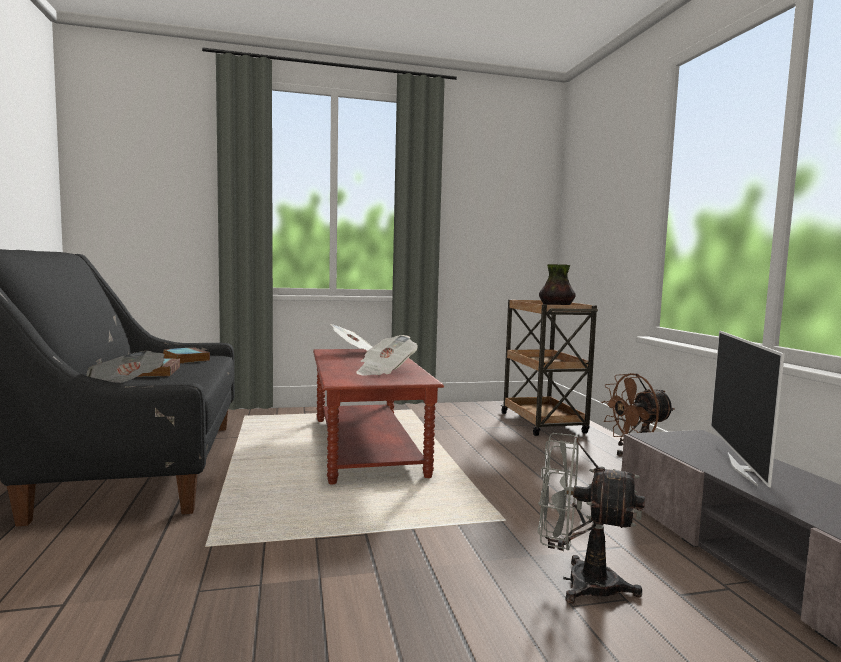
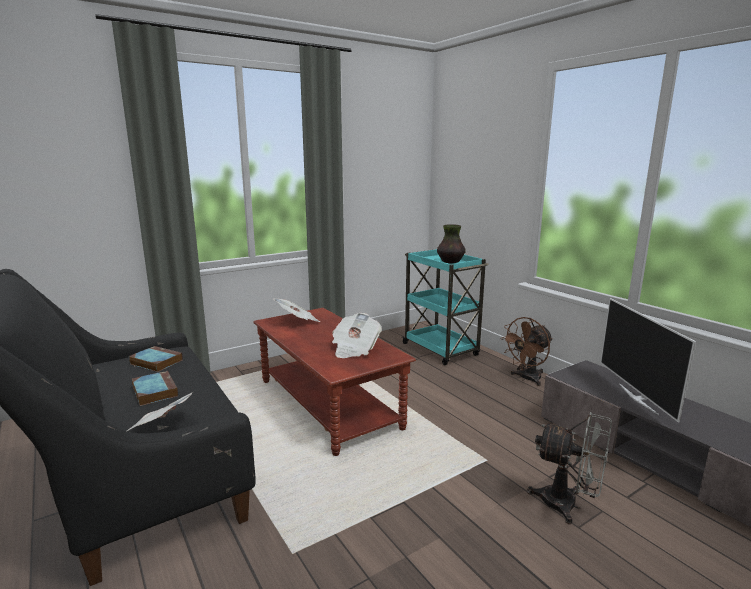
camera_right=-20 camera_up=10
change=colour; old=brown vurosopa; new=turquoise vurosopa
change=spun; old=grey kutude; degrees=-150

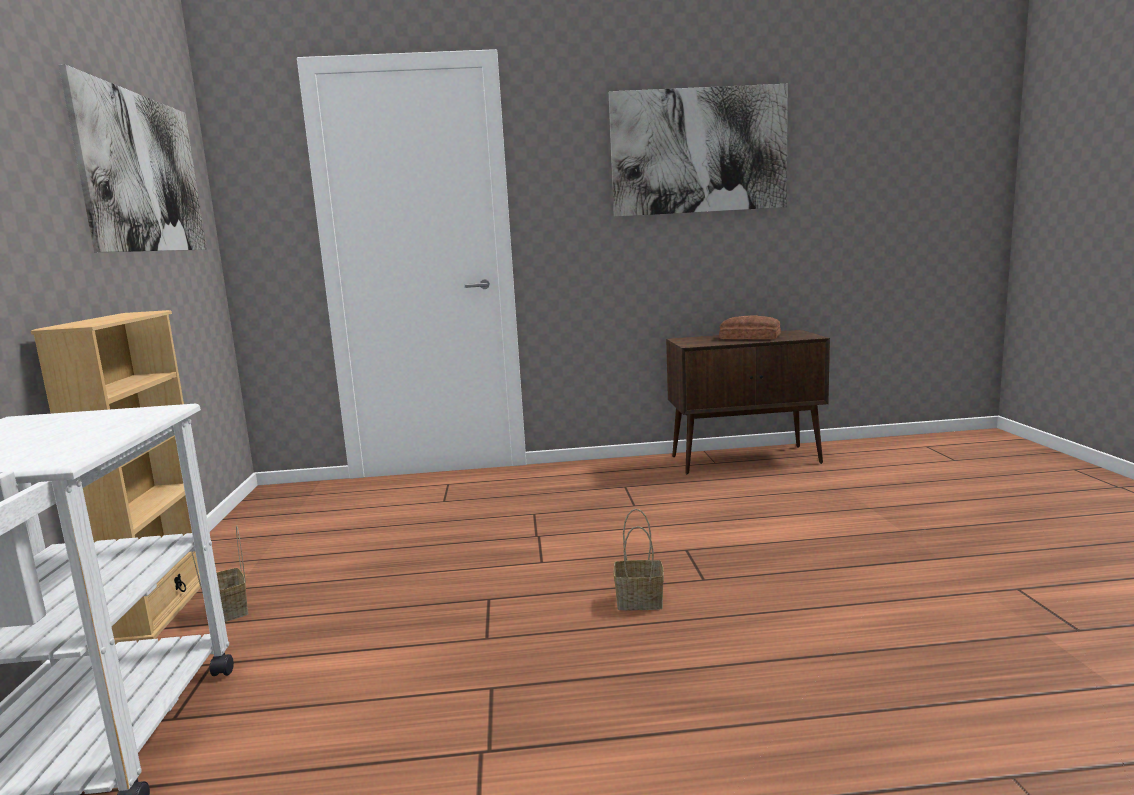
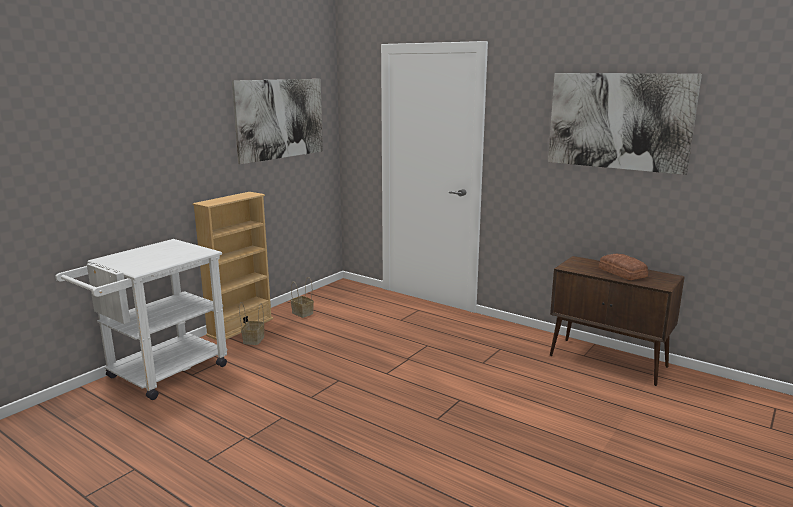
camera_right=40 camera_up=5
change=relocated; old=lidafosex (no. 2 from left)

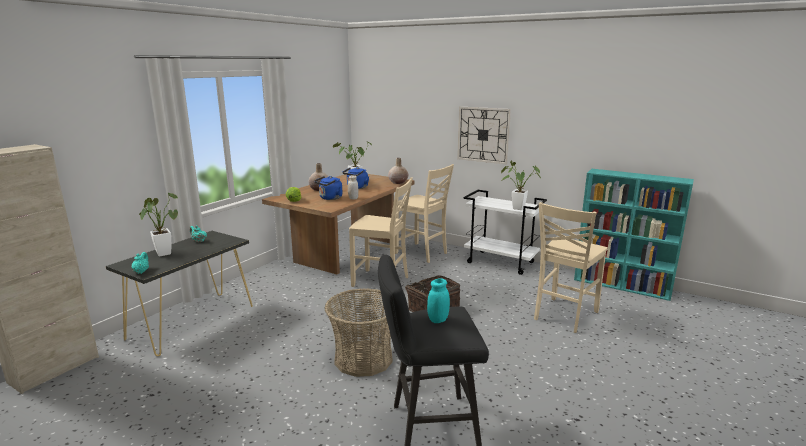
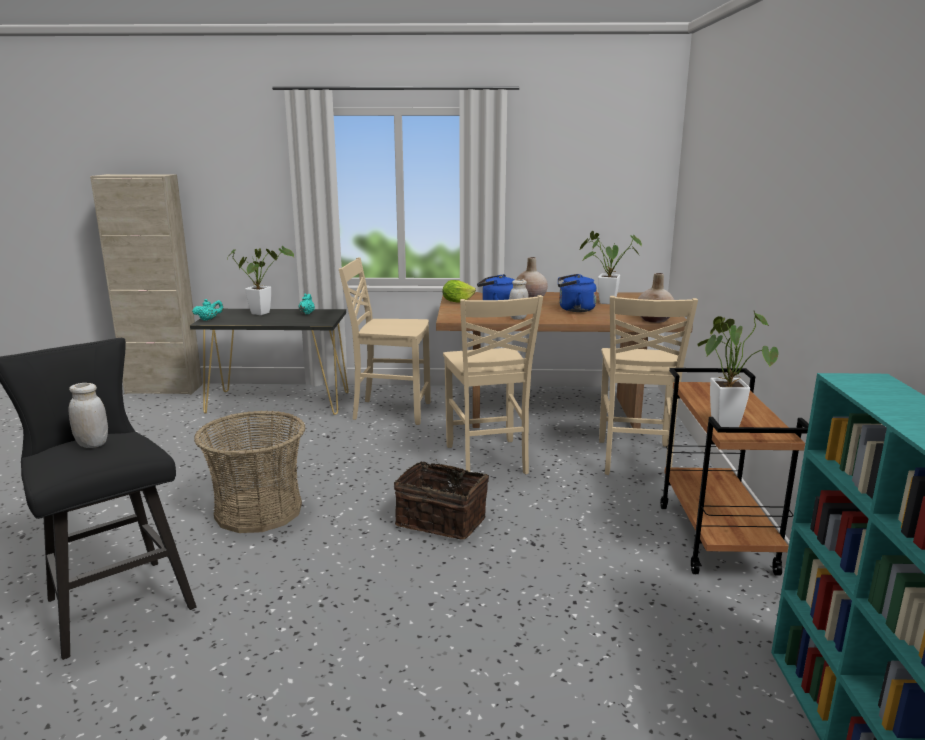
camera_right=60 camera_up=0
change=colour; old=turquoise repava; new=white repava (no. 1 from left)
change=relocated; old=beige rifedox (no. 3 from left in the first image); new=beige rifedox (no. 1 from left)
change=colour; old=white vurosopa; new=brown vurosopa
change=missing; old=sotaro

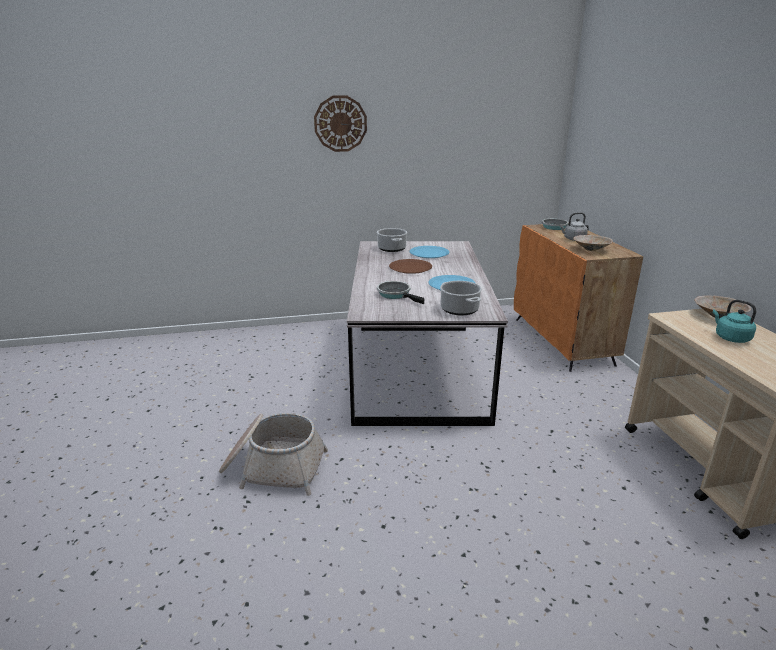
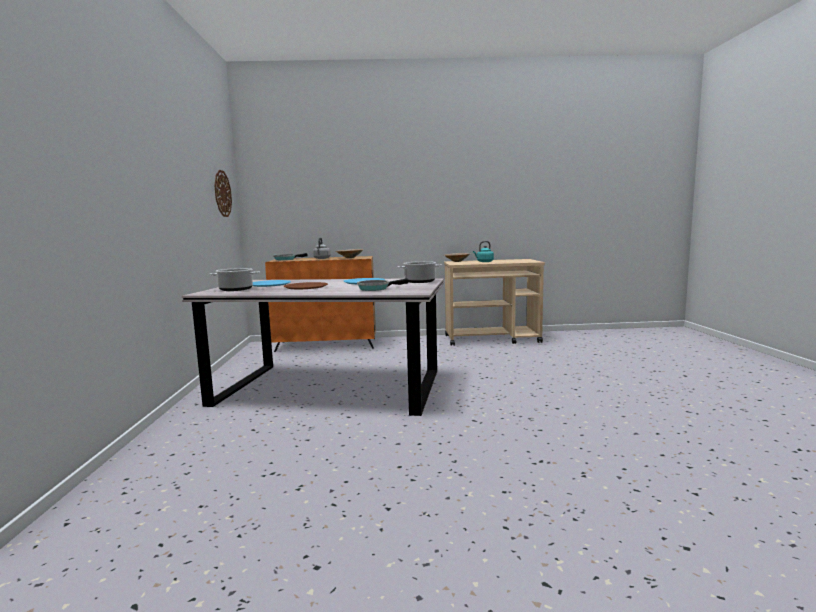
camera_right=-80 camera_up=-15
change=relocated; old=sotaro
change=missing; old=lidafosex

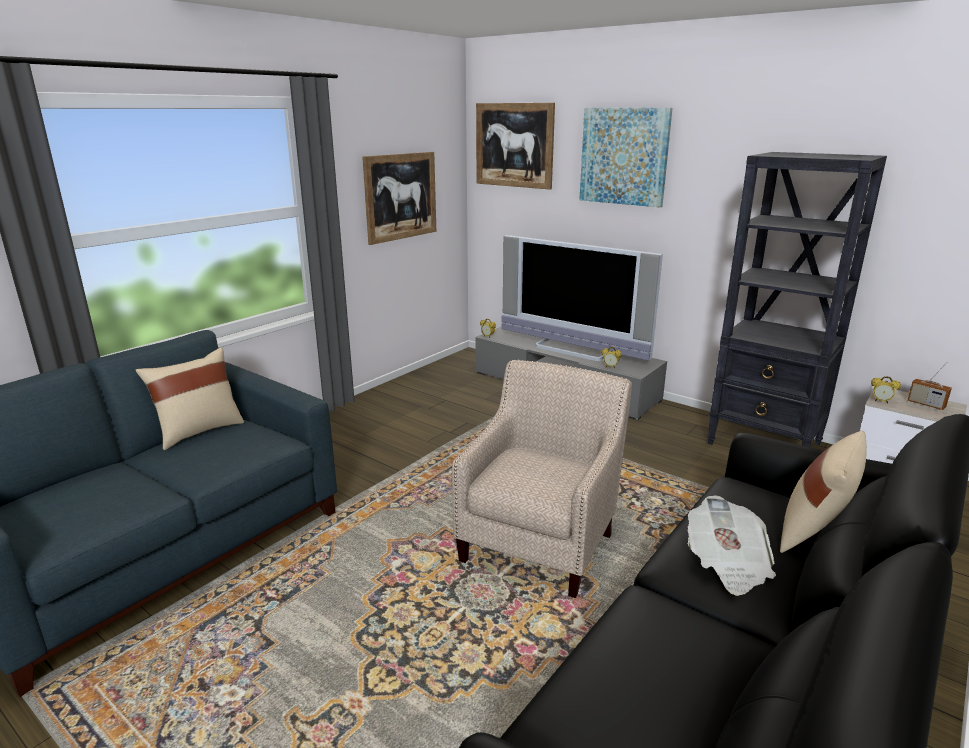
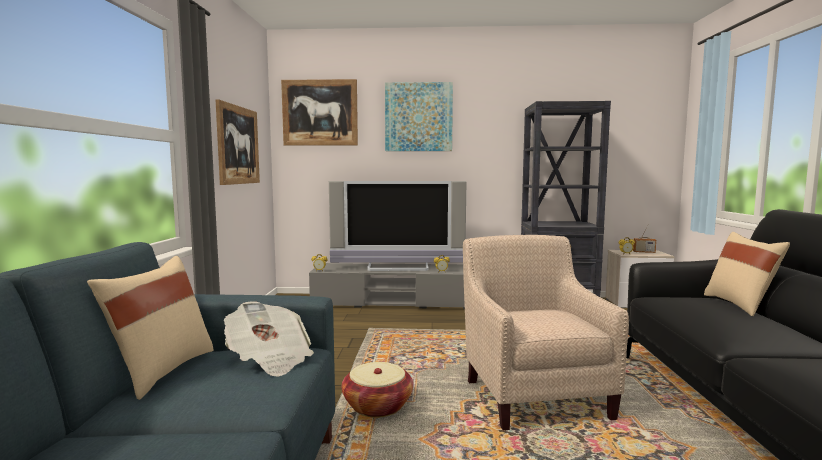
camera_right=-35 camera_up=-15
change=relocated; old=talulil
change=appeared; new=lidafosex

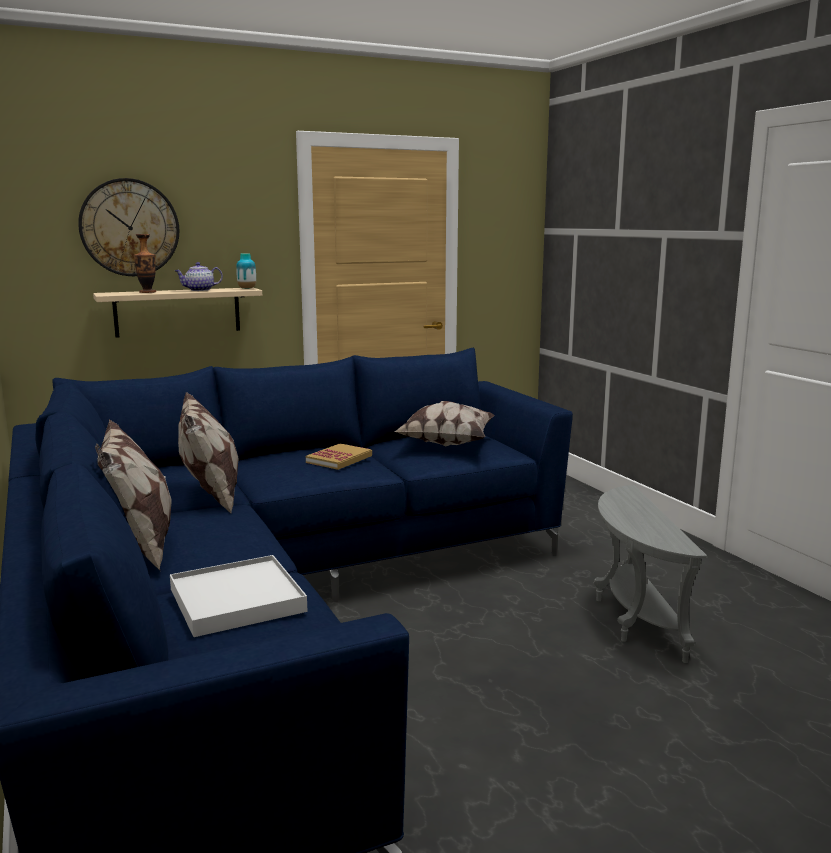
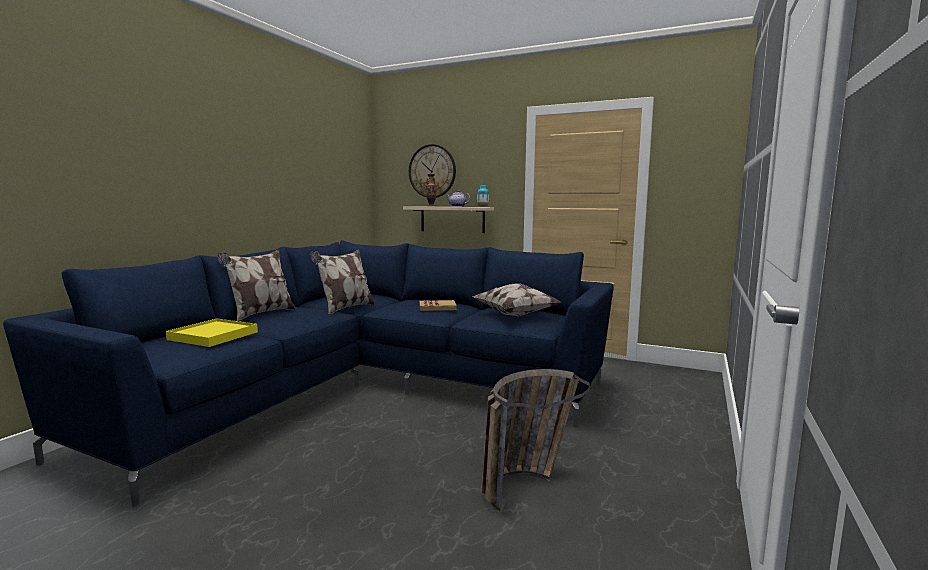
camera_right=50 camera_up=-5
change=colour; old=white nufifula; new=yellow nufifula
change=exchanged; old=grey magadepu; new=lidafosex

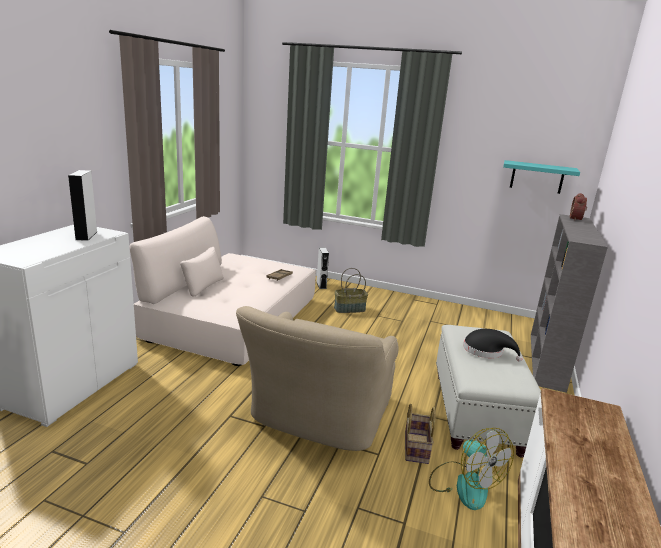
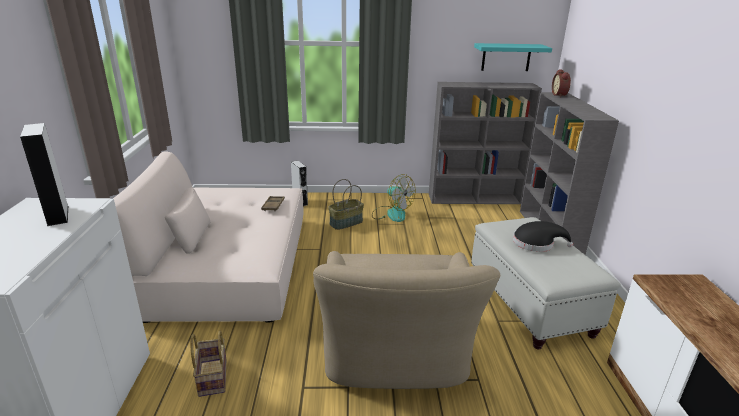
camera_right=-20 camera_up=5
change=relocated; old=lidafosex (no. 2 from left in the first image); new=lidafosex (no. 1 from left)
change=relocated; old=kutude
change=appeared; new=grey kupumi (no. 1 from left)

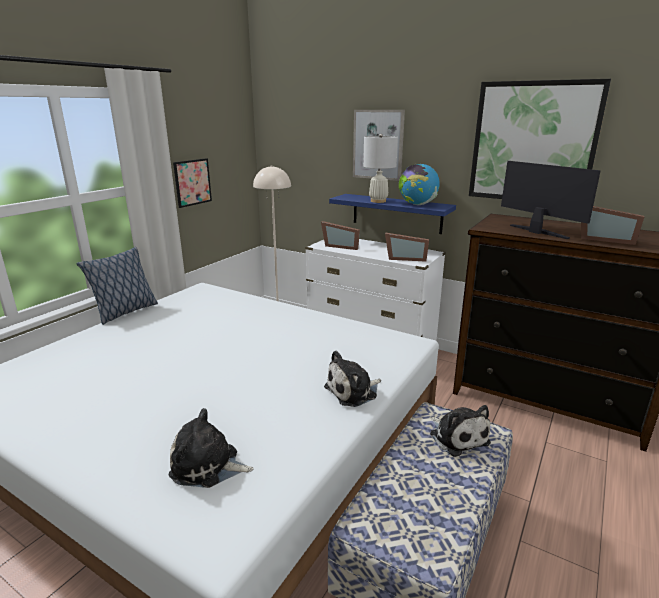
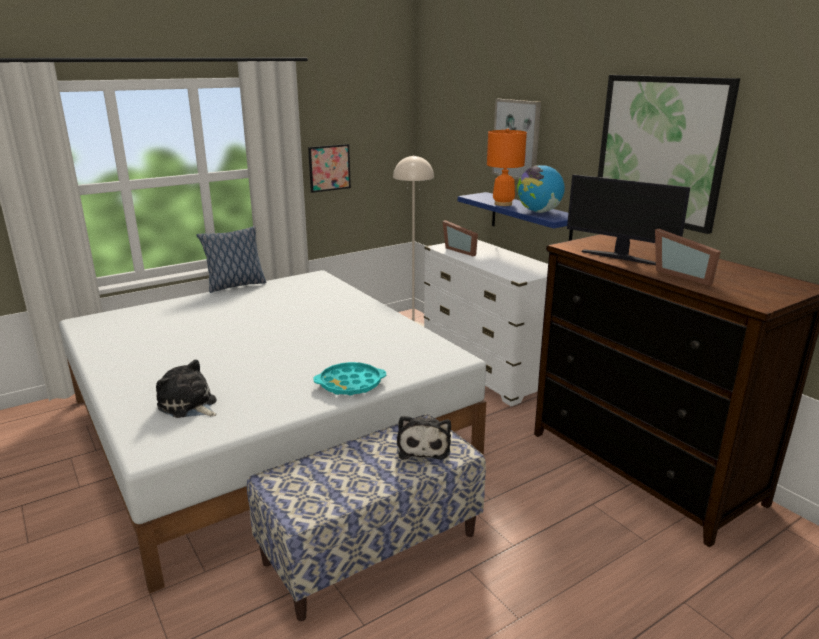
camera_right=25 camera_up=0
change=exchanged; old=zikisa (no. 2 from left); new=turquoise nufifula
change=colour; old=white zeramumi; new=orange zeramumi
change=spun; old=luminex; degrees=135
change=missing; old=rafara (no. 2 from left)

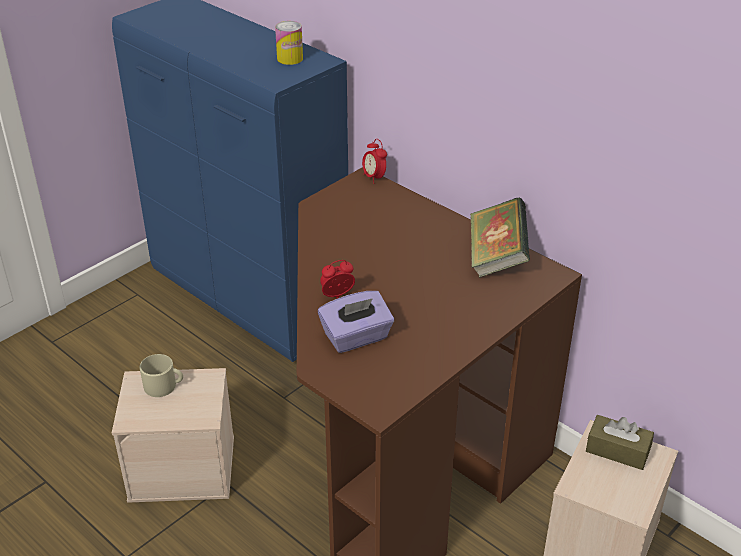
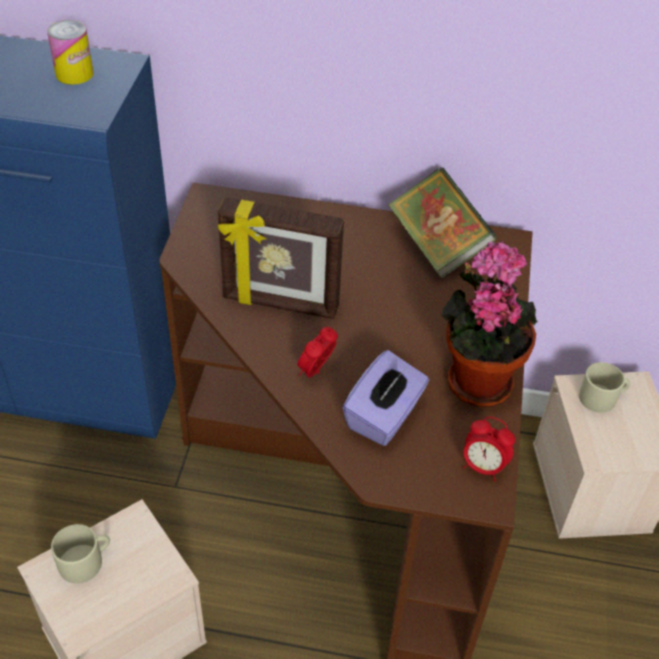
camera_right=-35 camera_up=10
change=appeared; new=rafara
change=appeared; new=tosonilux
change=relocated; old=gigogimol (no. 2 from left)
change=exchanged; old=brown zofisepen; new=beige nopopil (no. 2 from left)

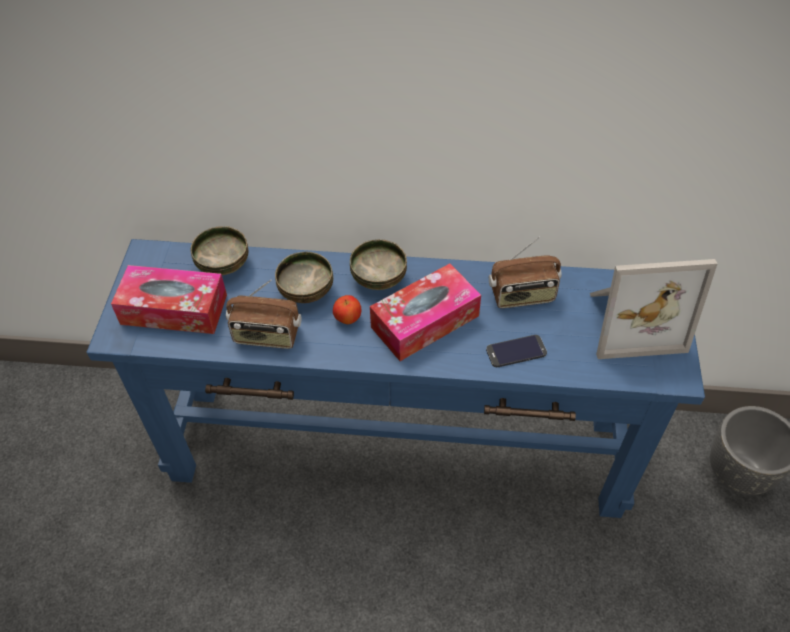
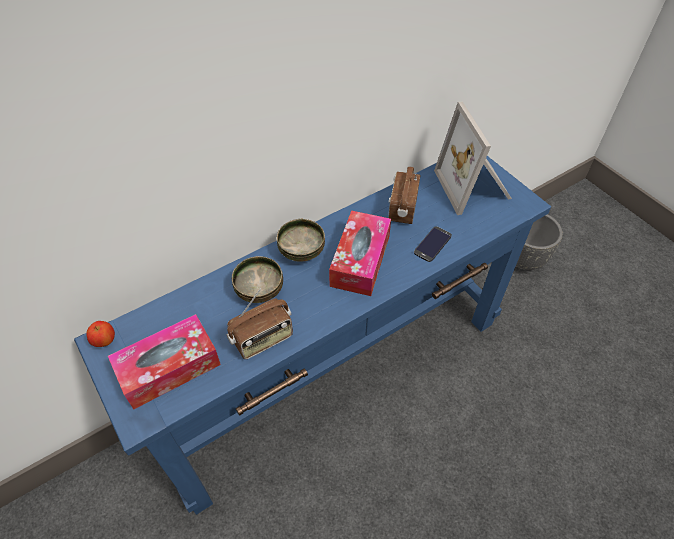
camera_right=-40 camera_up=0
change=relocated; old=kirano
change=spun; old=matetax (no. 2 from left); degrees=150
change=spun; old=rafara; degrees=120
change=missing; old=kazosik (no. 1 from left)

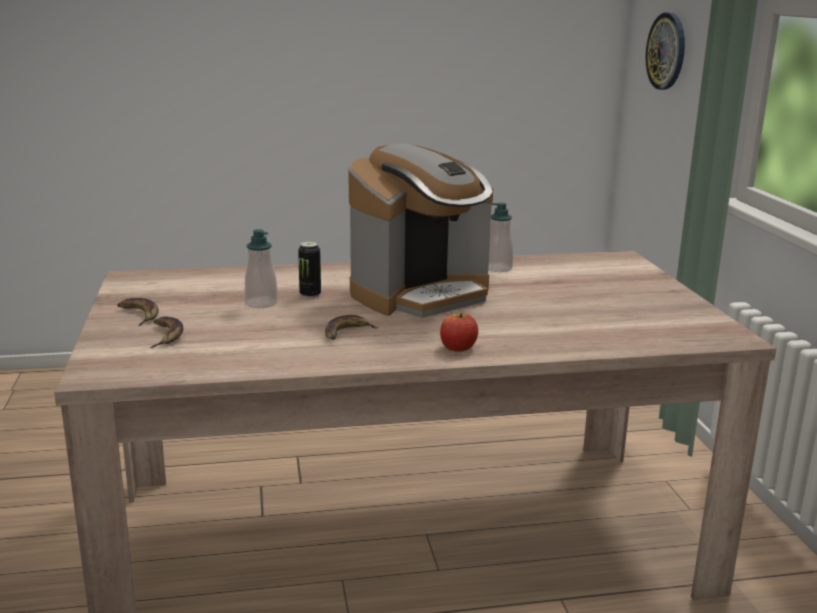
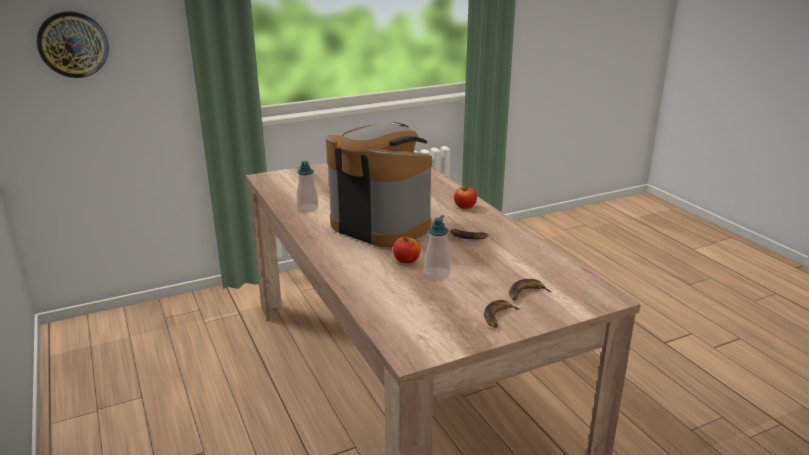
camera_right=-105 camera_up=5
change=exchanged; old=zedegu; new=kirano (no. 1 from left)

